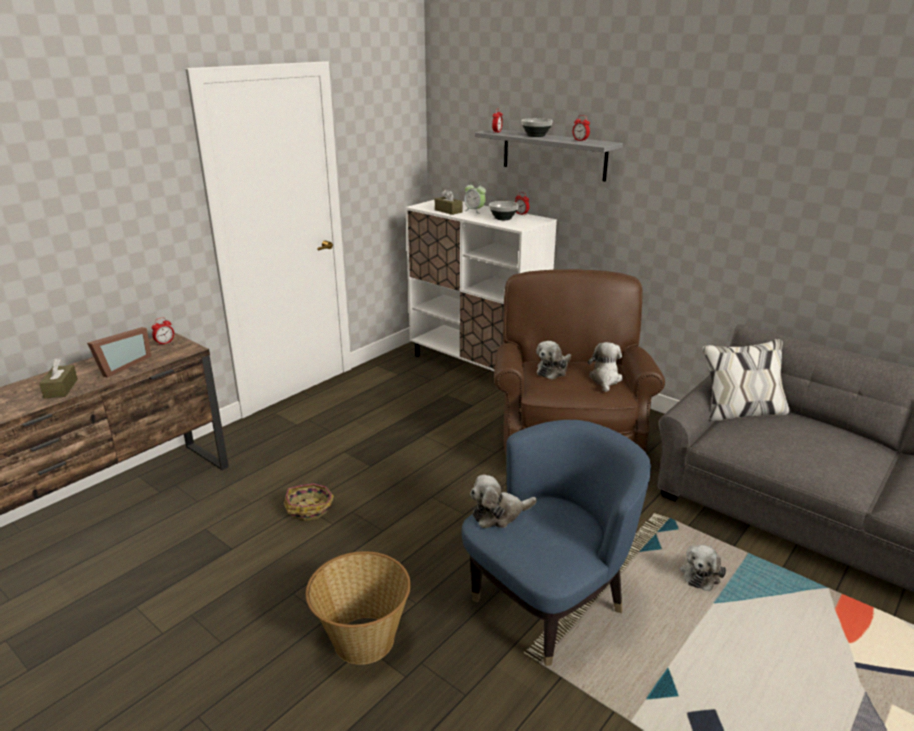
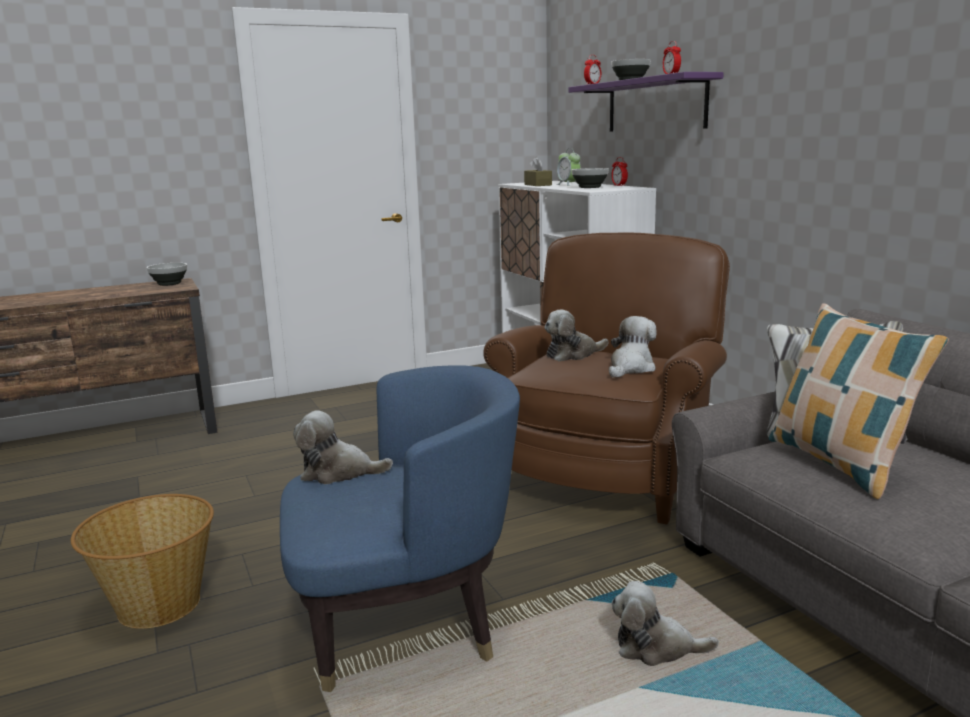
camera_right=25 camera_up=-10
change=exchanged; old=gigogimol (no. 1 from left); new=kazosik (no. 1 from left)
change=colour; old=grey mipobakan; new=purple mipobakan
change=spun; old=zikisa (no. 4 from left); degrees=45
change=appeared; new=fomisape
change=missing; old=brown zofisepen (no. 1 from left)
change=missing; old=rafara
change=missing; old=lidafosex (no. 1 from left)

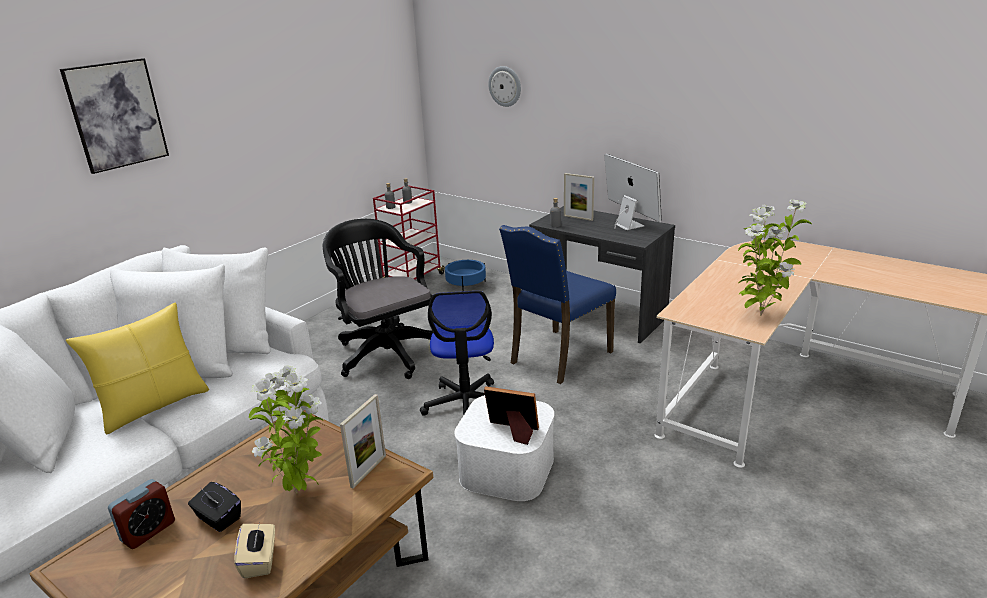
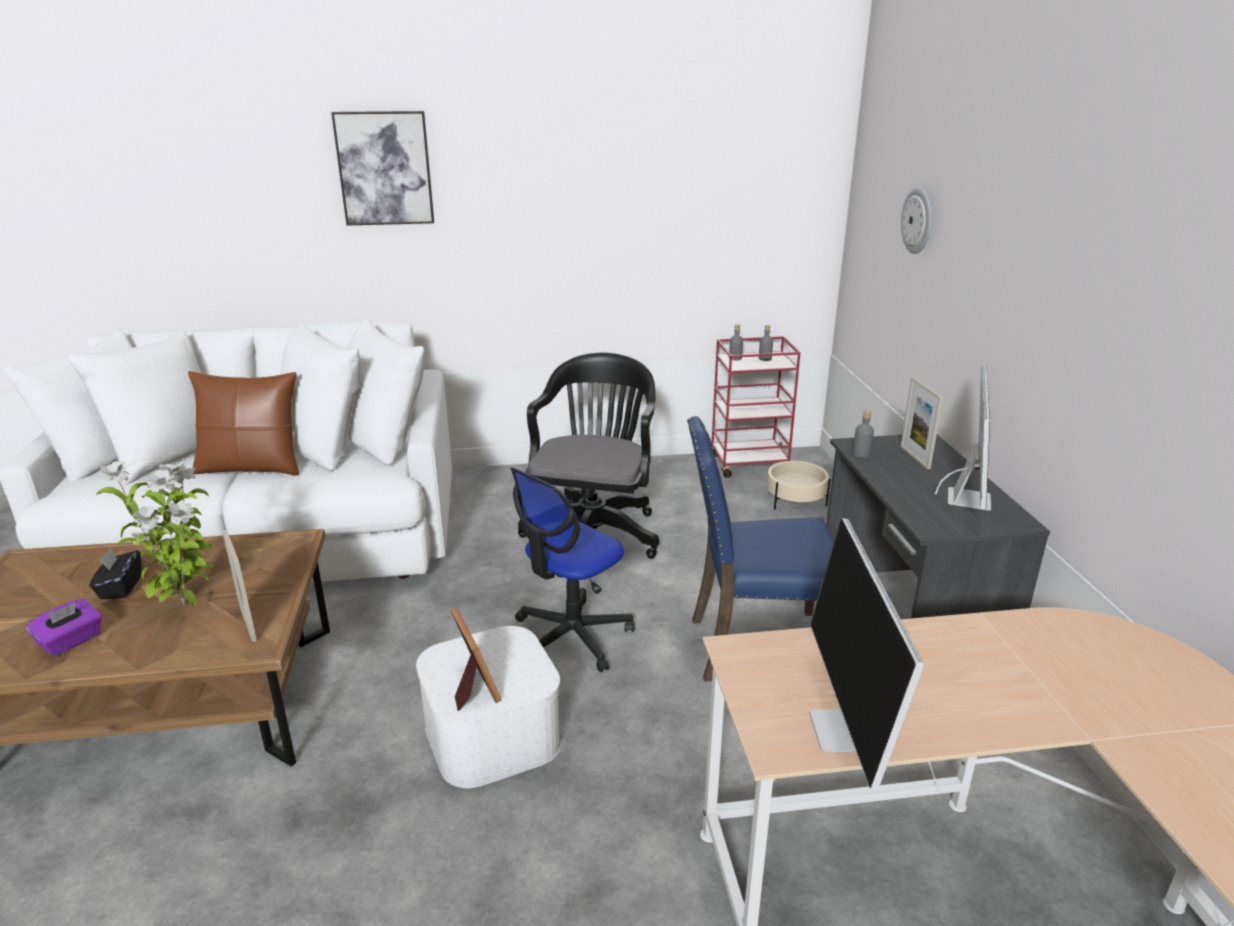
camera_right=45 camera_up=0
change=colour; old=beige zofisepen; new=purple zofisepen
change=colour; old=yellow fomisape; new=brown fomisape
change=spun; old=rafara (no. 1 from left); degrees=75
change=colour; old=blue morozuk; new=beige morozuk
change=exchanged; old=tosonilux (no. 2 from left); new=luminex (no. 1 from left)
change=missing; old=gigogimol

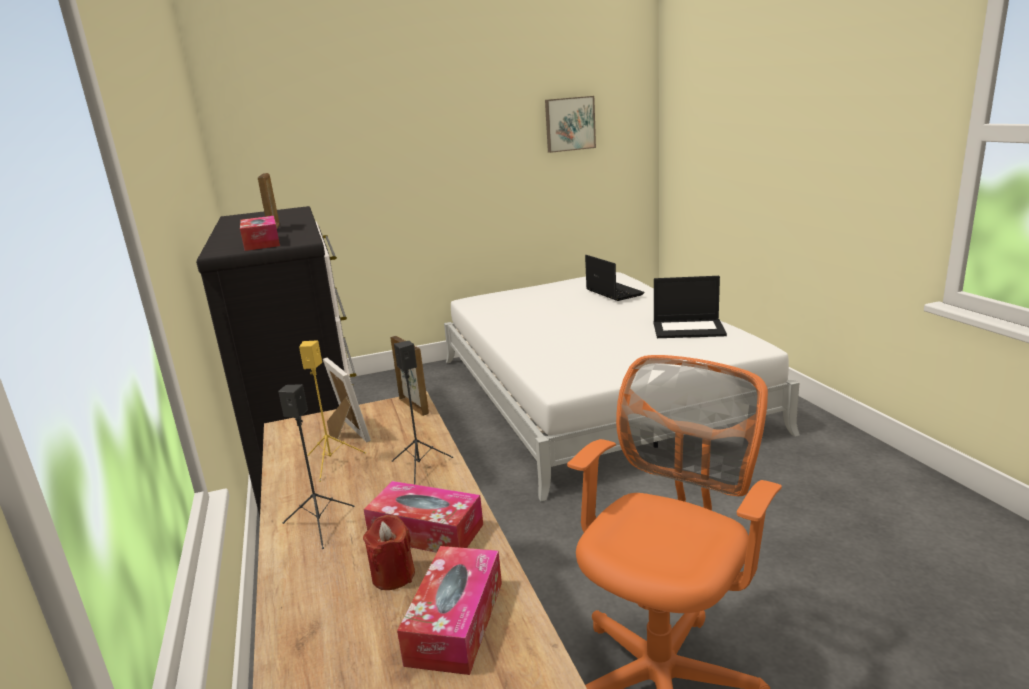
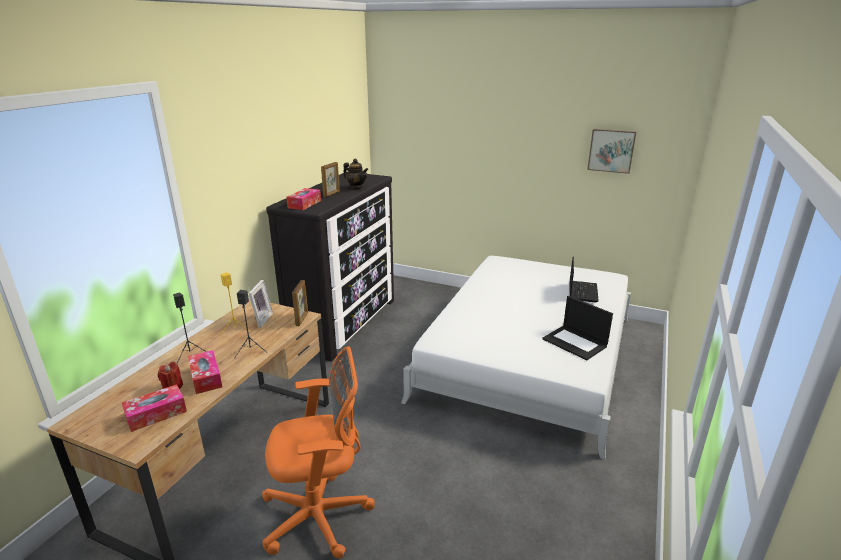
camera_right=40 camera_up=5
change=appeared; new=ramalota

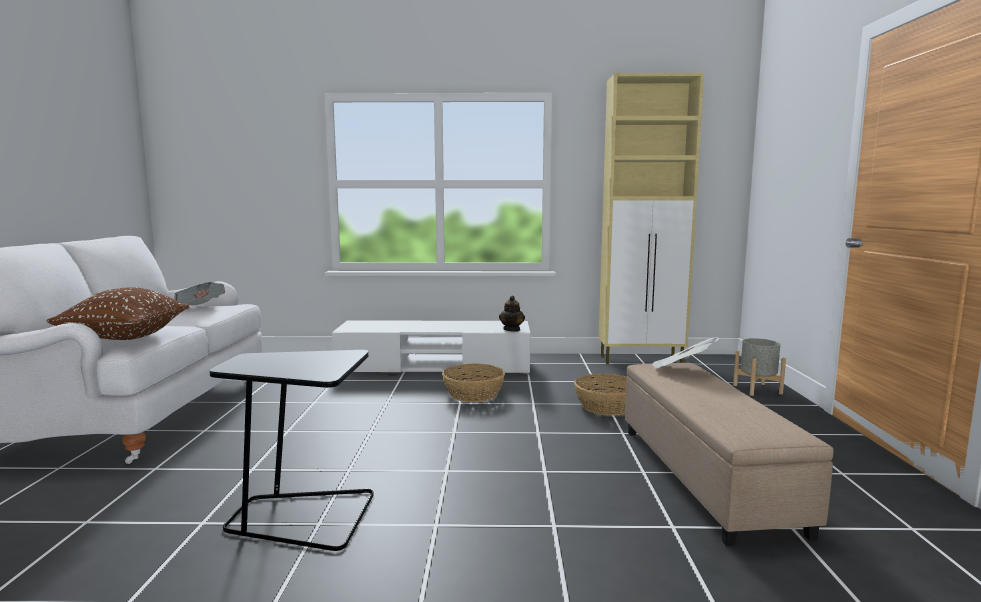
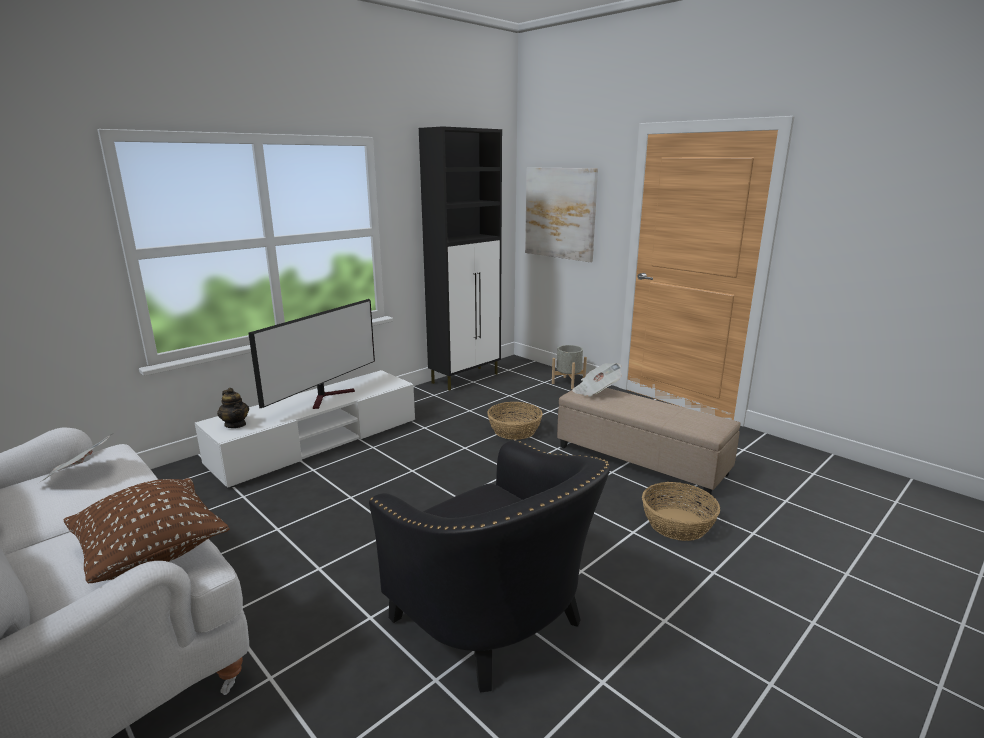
camera_right=-45 camera_up=10
change=relocated; old=ramalota
change=appeared; new=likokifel
change=exchanged; old=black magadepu; new=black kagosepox
change=colour; old=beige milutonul; new=black milutonul
change=appeared; new=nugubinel
change=relocated; old=lidafosex (no. 1 from left in the first image); new=lidafosex (no. 2 from left)

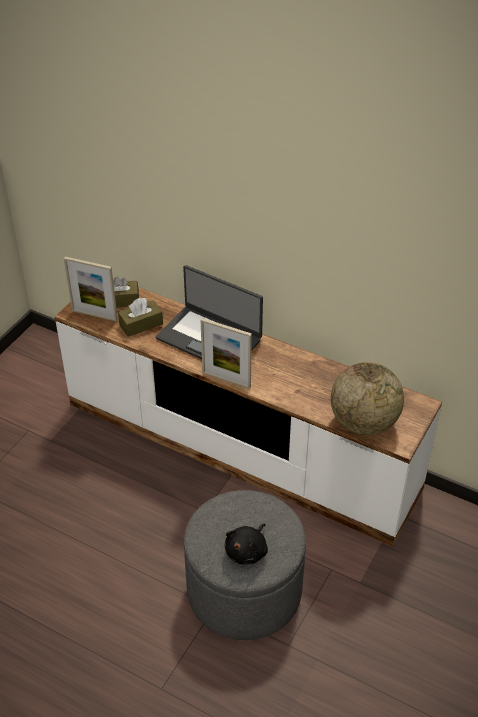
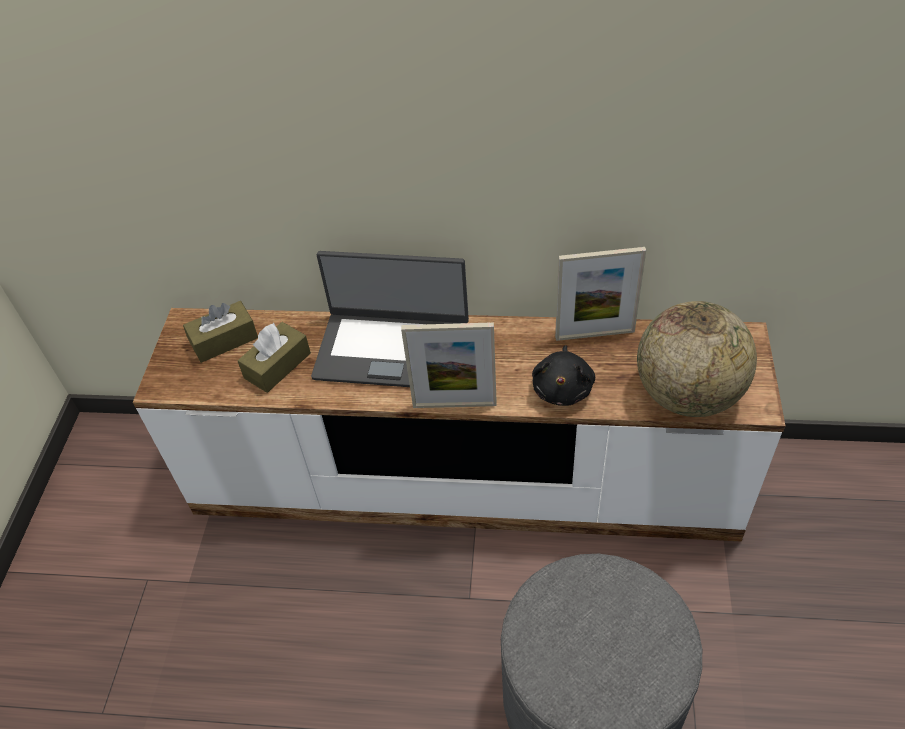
camera_right=-20 camera_up=5
change=relocated; old=black zikisa
change=relocated; old=rafara (no. 1 from left in the first image); new=rafara (no. 2 from left)

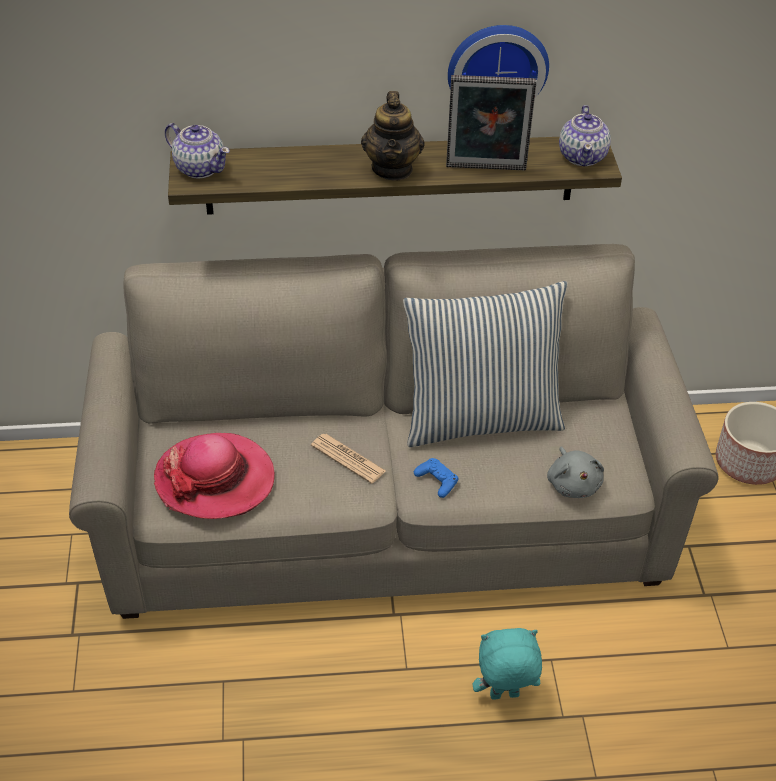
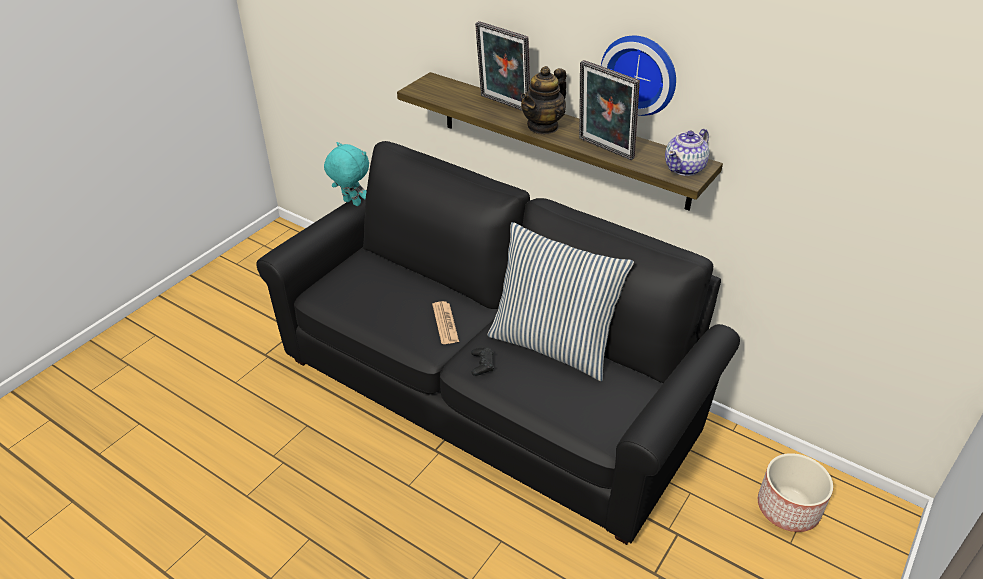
camera_right=40 camera_up=-5
change=colour; old=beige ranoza; new=black ranoza
change=relocated; old=turquoise zikisa
change=colour; old=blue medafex; new=black medafex
change=appeared; new=rafara (no. 1 from left)
change=missing; old=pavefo
change=missing; old=ramalota (no. 1 from left)
change=missing; old=grey zikisa

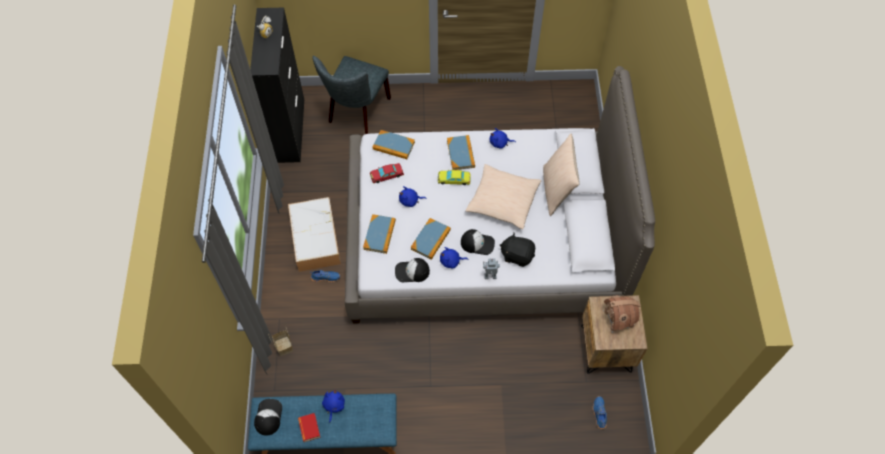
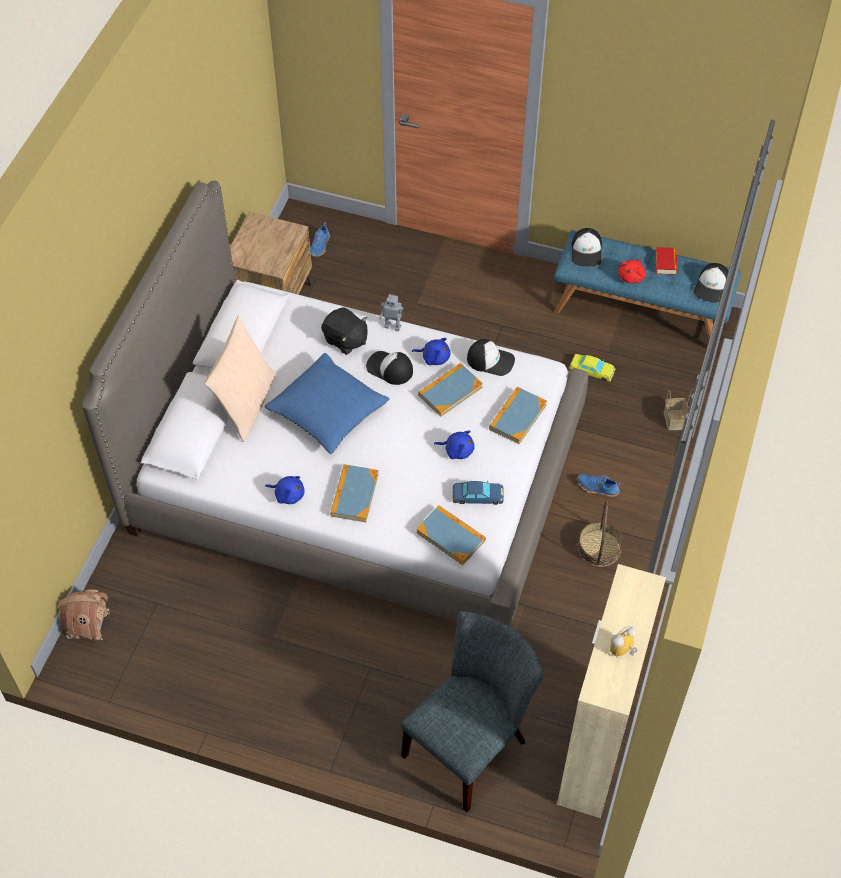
camera_right=-160 camera_up=-5
change=relocated; old=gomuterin
change=colour; old=beige fomisape (no. 1 from left); new=blue fomisape
change=colour; old=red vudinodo; new=blue vudinodo
change=colour; old=black milutonul; new=beige milutonul
change=relocated; old=yellow vudinodo
change=appeared; new=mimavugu (no. 3 from left)
change=exchanged; old=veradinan; new=lidafosex (no. 1 from left)
change=colour; old=blue zikisa (no. 1 from left); new=red zikisa

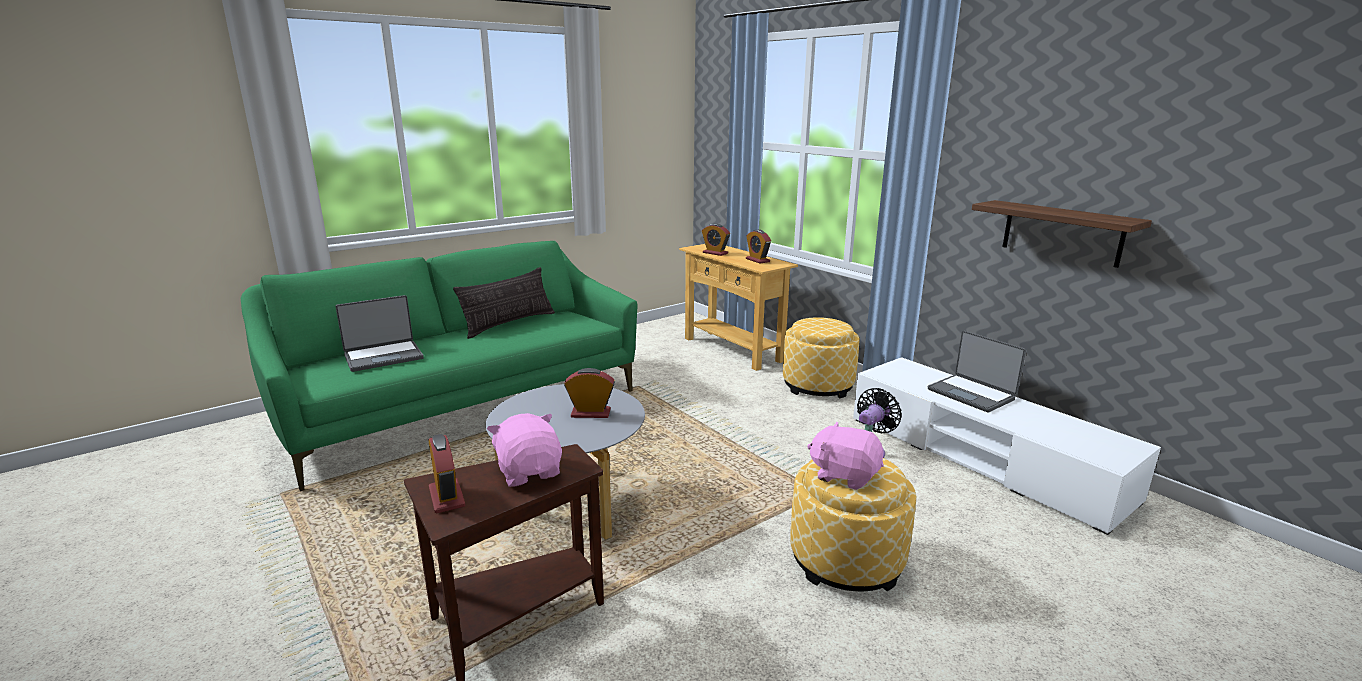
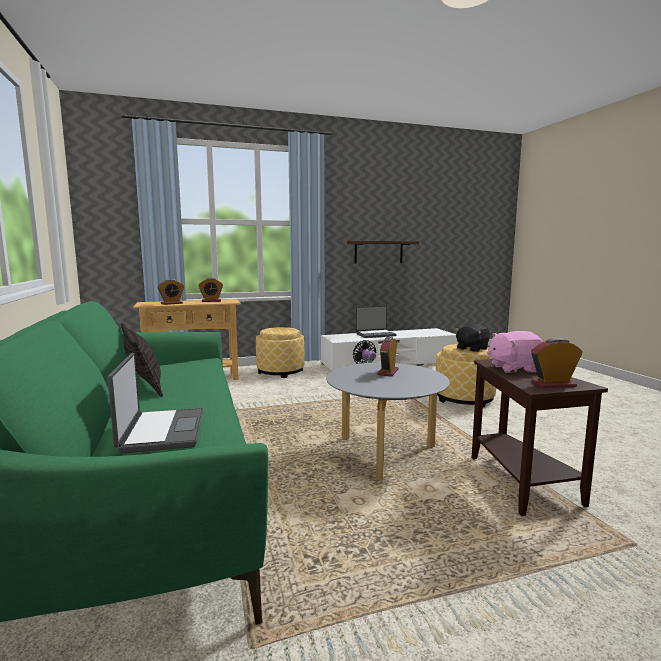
camera_right=-70 camera_up=-10
change=colour; old=pink zikisa (no. 2 from left); new=black zikisa

